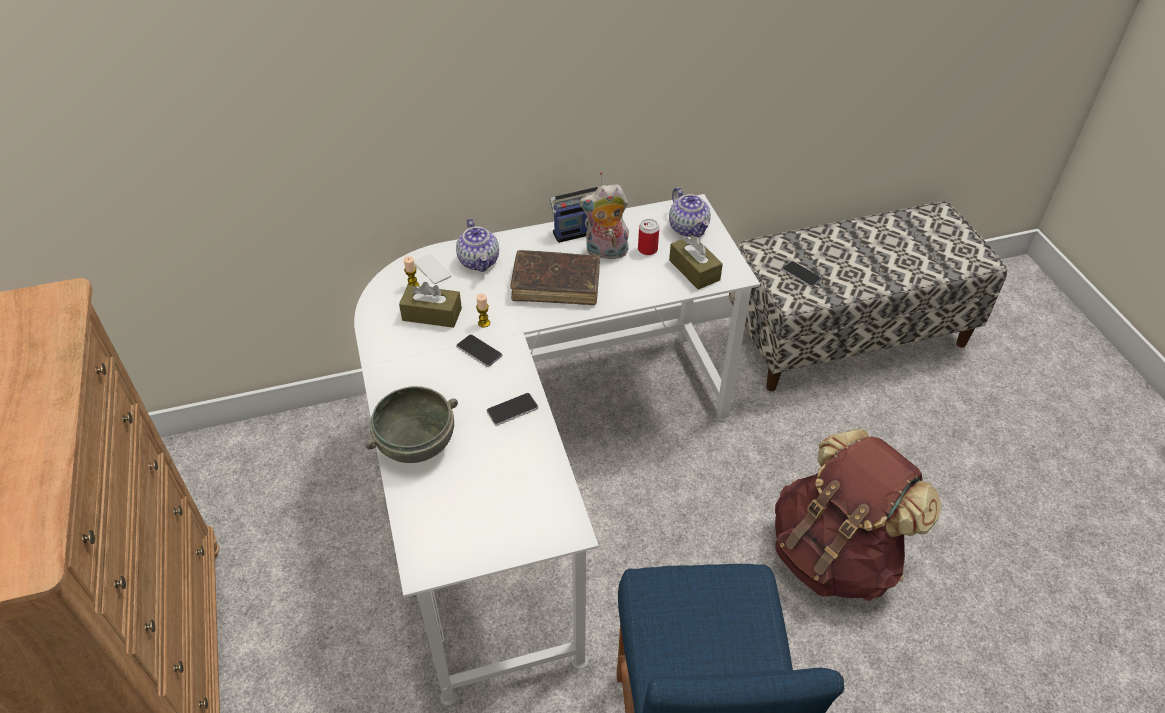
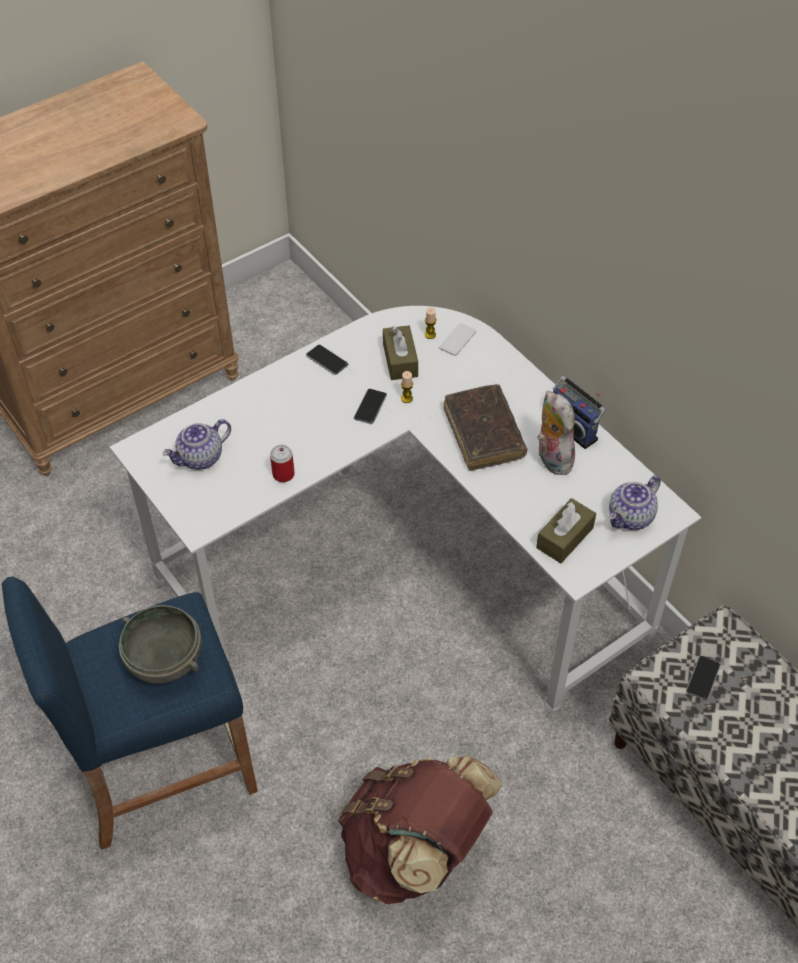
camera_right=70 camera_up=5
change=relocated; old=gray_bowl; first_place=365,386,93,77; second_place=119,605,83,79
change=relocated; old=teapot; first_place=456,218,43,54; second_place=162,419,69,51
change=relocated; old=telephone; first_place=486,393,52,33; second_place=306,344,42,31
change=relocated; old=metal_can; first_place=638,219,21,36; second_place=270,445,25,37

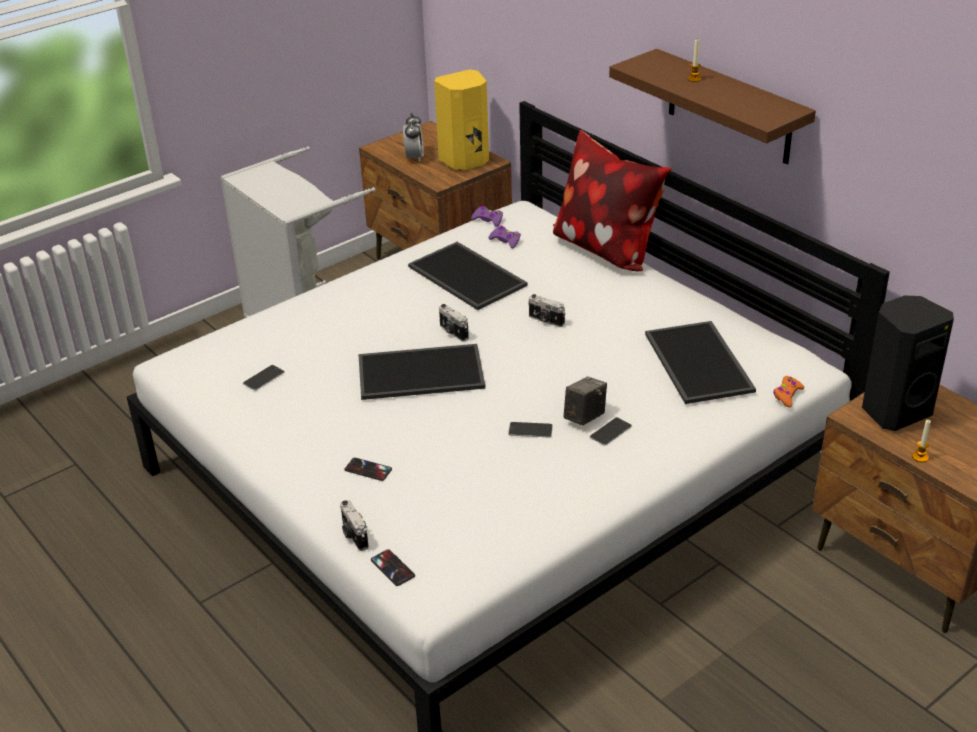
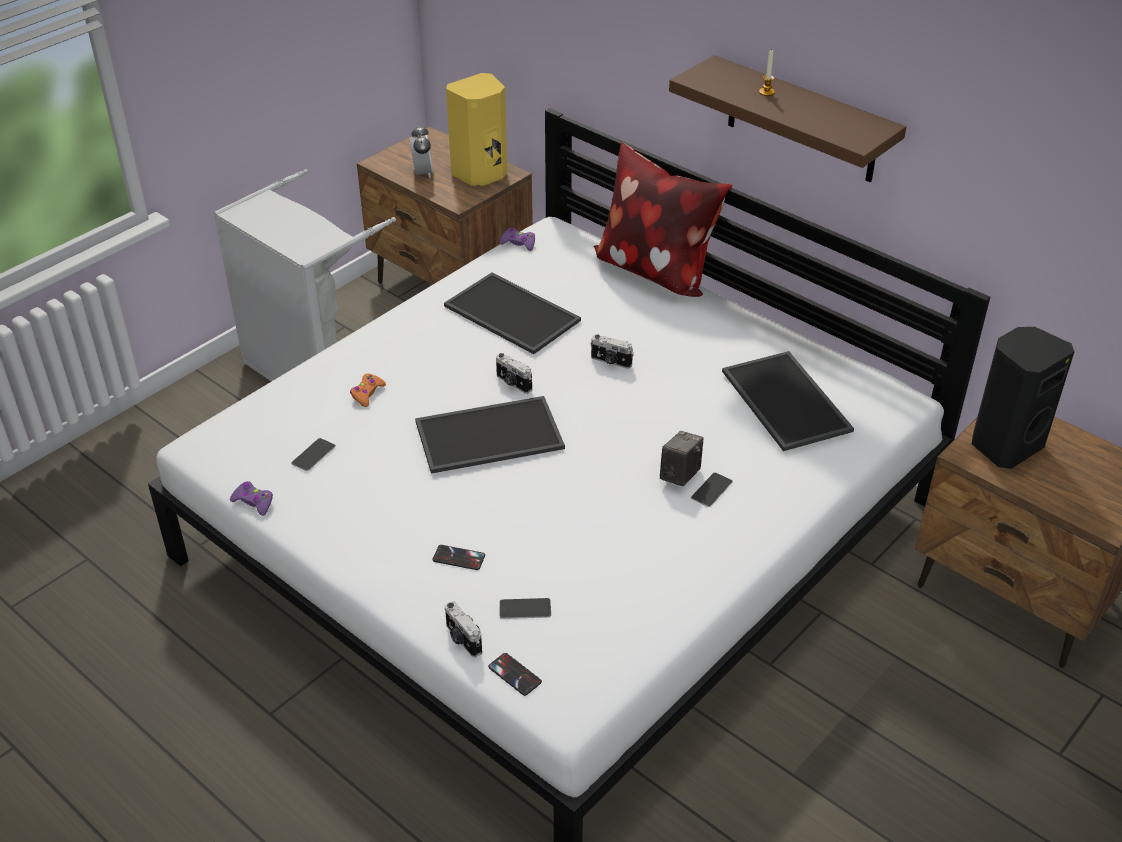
camera_right=-10 camera_up=5
change=relocated; old=purple-coloured_joypad; first_place=488,226,33,22; second_place=230,481,43,35
change=relocated; old=telephone; first_place=508,422,45,15; second_place=499,598,52,21
change=relocated; old=orange_joypad; first_place=773,376,32,31; second_place=350,373,36,34
change=missing; old=candle; first_place=912,420,19,42

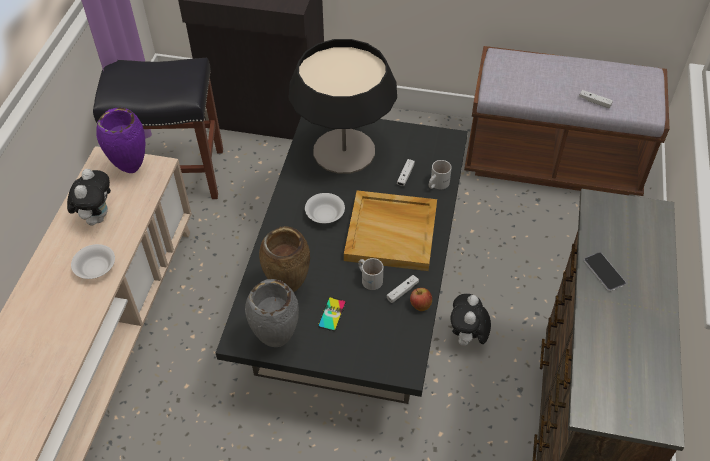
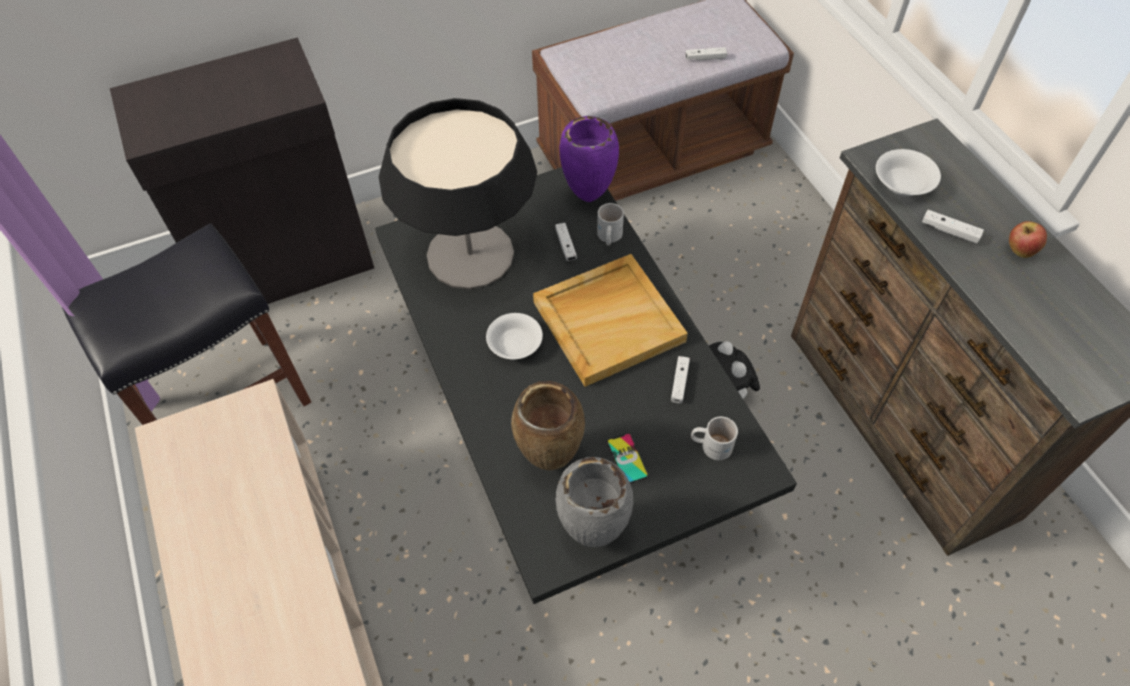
camera_right=-35 camera_up=5
change=missing; old=plush_toy; first_place=67,169,44,57
change=relocated; old=whitish_bowl; first_place=71,244,44,35; second_place=876,149,65,47
change=relocated; old=purple-coloured_vase; first_place=96,108,49,65; second_place=559,116,60,86
change=relocated; old=whitish_tea_mug; first_place=358,258,25,32; second_place=691,417,47,43
change=relocated; old=apple_fruit; first_place=410,288,22,23; second_place=1009,221,38,37
change=exchanged; old=telephone; new=whitish_joypad; first_place=584,252,42,39; second_place=922,210,62,34

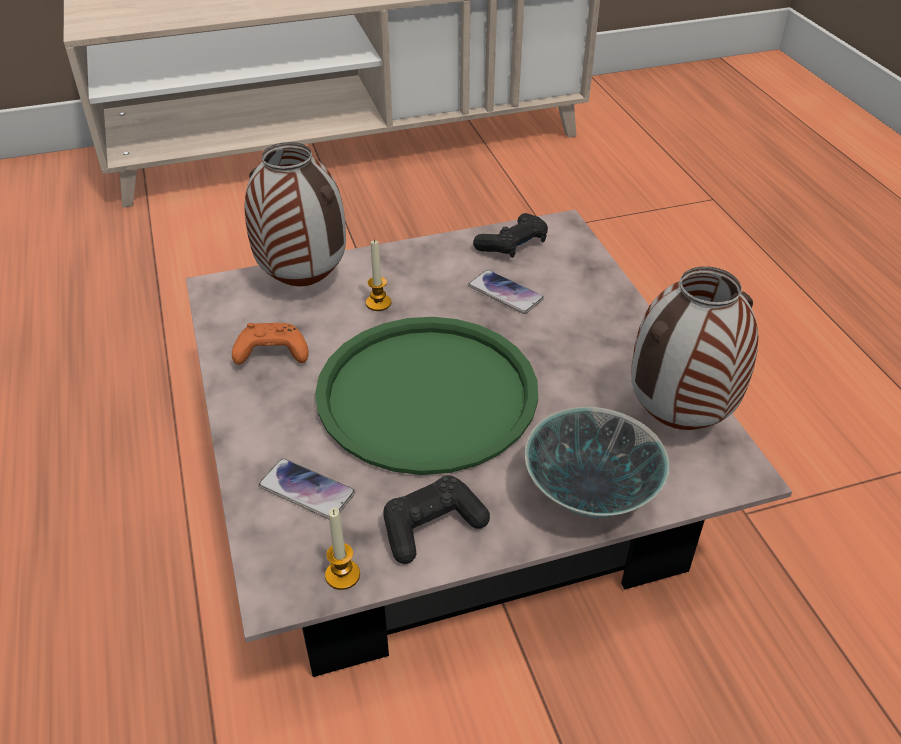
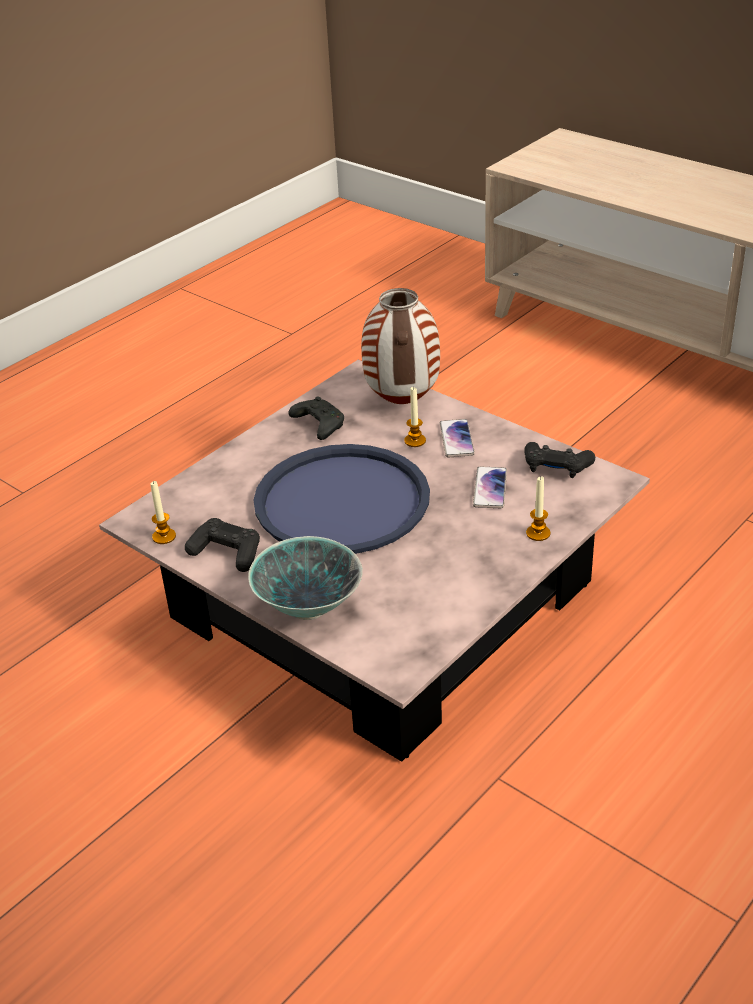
camera_right=60 camera_up=-5
change=colour; old=orange_joypad; new=blackish_joypad; first_place=232,323,77,42; second_place=288,397,56,43
change=relocated; old=telephone; first_place=258,458,97,62; second_place=440,419,35,38
change=colour; old=greenish_carrying_tray; new=blue-coloured_carrying_tray; first_place=315,317,223,158; second_place=254,444,176,110
change=missing; old=vase; first_place=631,266,127,164
change=appeared; new=candle; second_place=526,476,24,65

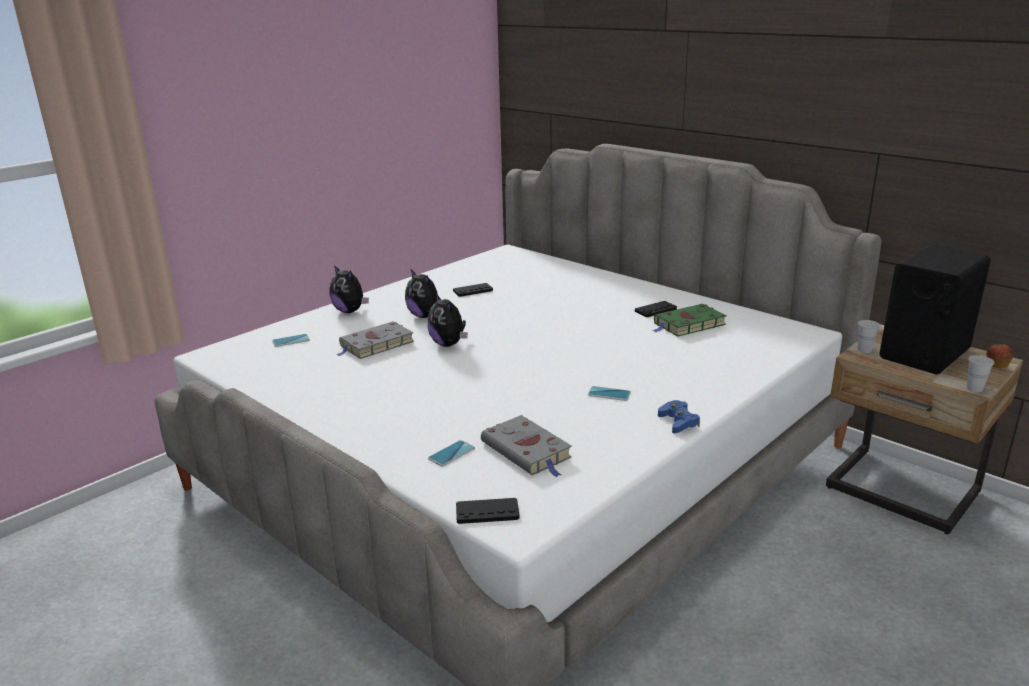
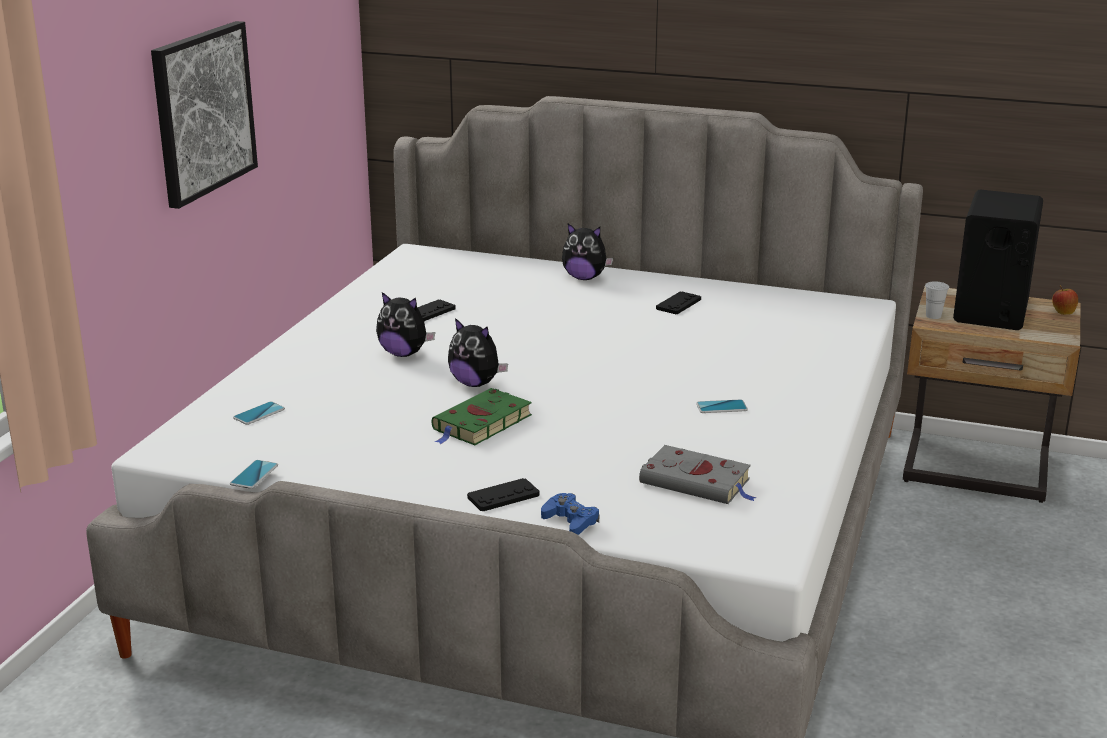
camera_right=-25 camera_up=0
change=relocated; old=plush_toy; first_place=329,265,40,48; second_place=562,223,51,57
change=missing; old=gray_volume; first_place=336,321,78,38
change=relocated; old=telephone; first_place=428,440,47,26; second_place=230,460,48,29
change=relocated; old=blackish_joypad; first_place=456,498,64,26; second_place=467,478,73,33
change=relocated; old=greenish_volume; first_place=652,304,75,33; second_place=431,388,101,57
change=relocated; old=blue-coloured_joypad; first_place=658,400,42,33; second_place=541,493,58,42
change=missing; old=whitish_drinking_cup; first_place=967,355,27,37
change=appeared; new=wall_art; second_place=151,21,107,188

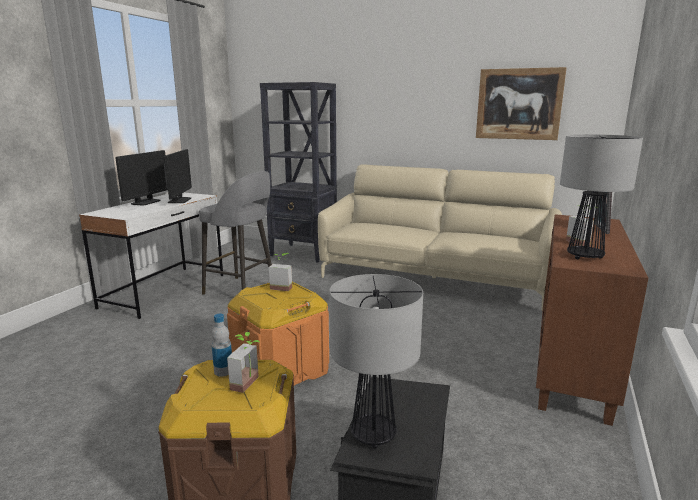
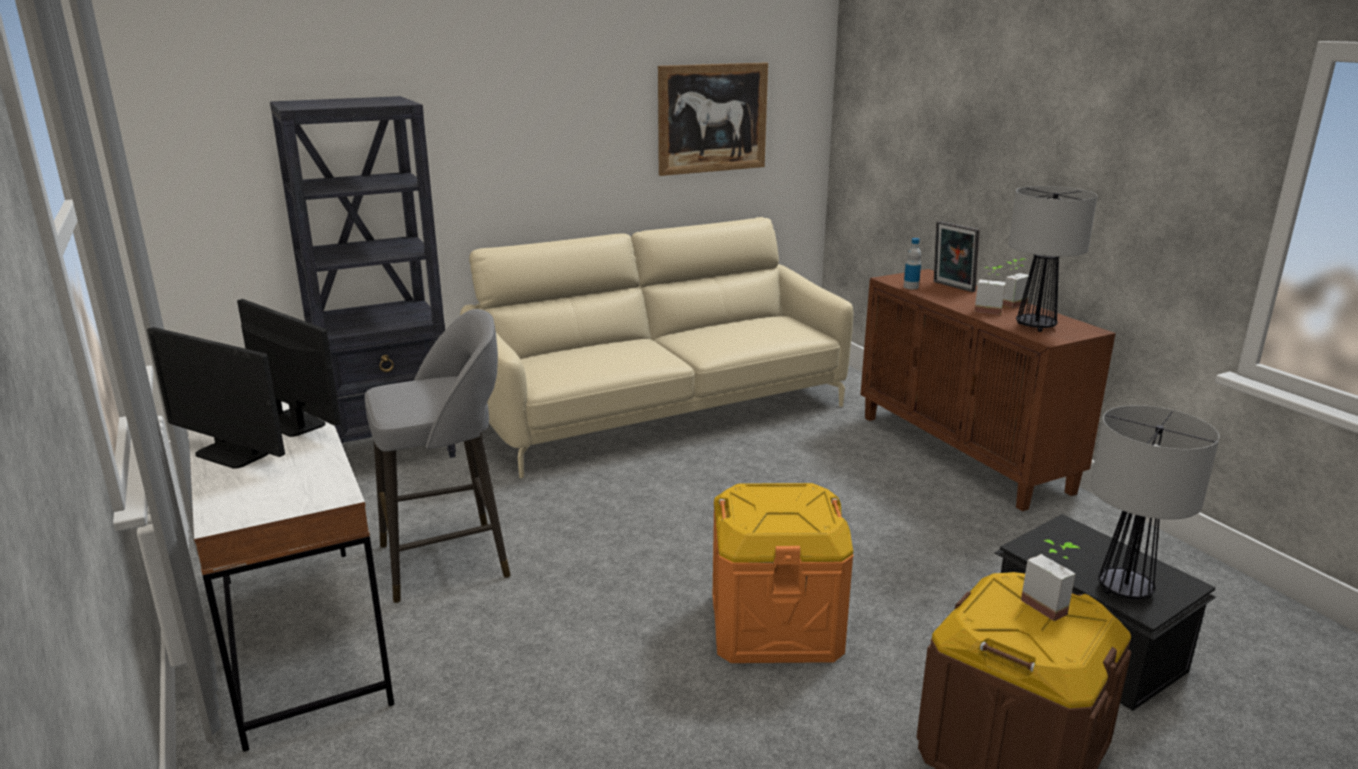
camera_right=-50 camera_up=5
change=spun; old=monitor; first_place=115,150,53,55; second_place=147,327,138,142; degrees=150
change=relocated; old=drink_bottle; first_place=212,314,20,62; second_place=903,238,18,51
change=relocated; old=houseplant; first_place=269,253,23,38; second_place=1003,258,27,50

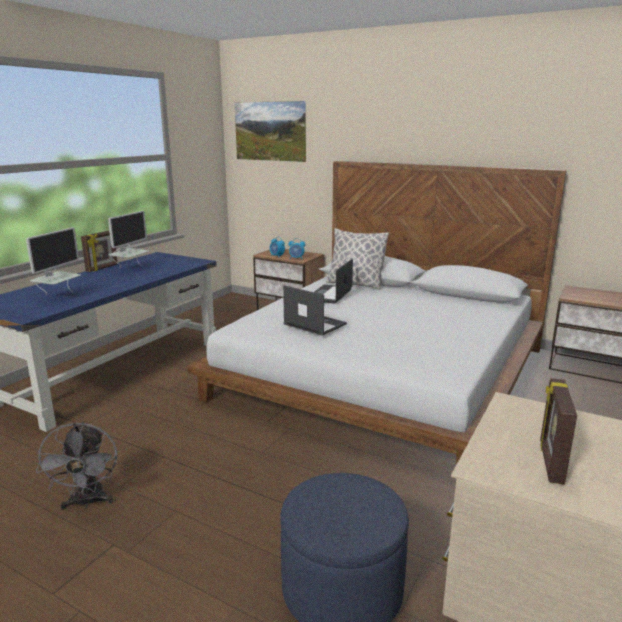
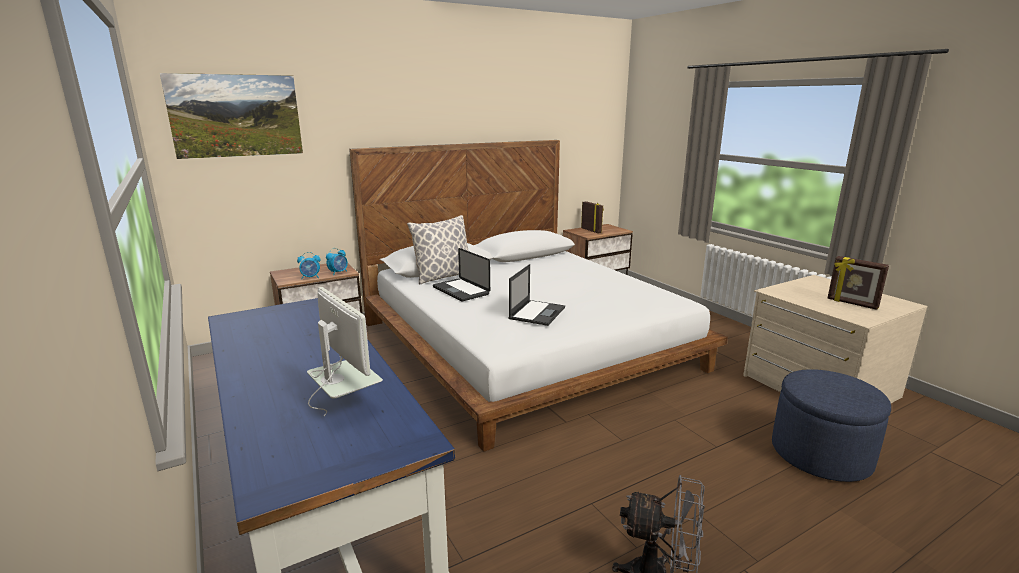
camera_right=-60 camera_up=0
change=relocated; old=picture_frame; first_place=81,231,37,41; second_place=581,201,23,32
change=missing; old=monitor; first_place=108,211,41,56
change=spun; old=notebook_computer; first_place=283,285,64,51; second_place=509,264,56,62; degrees=135

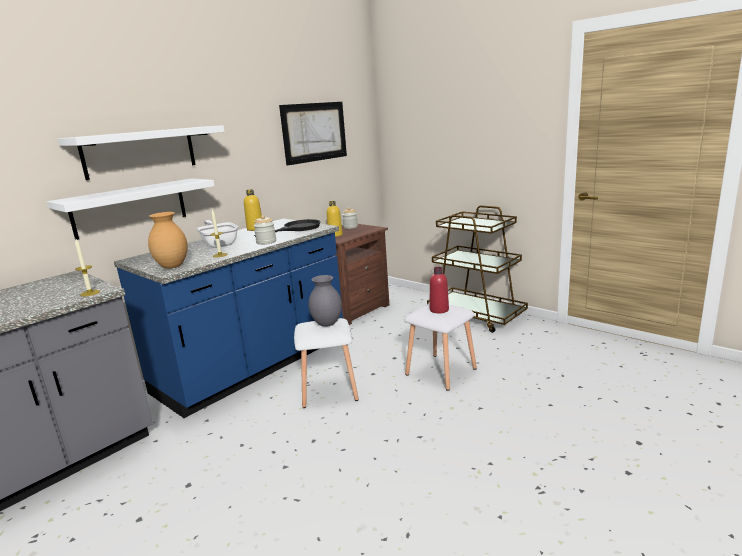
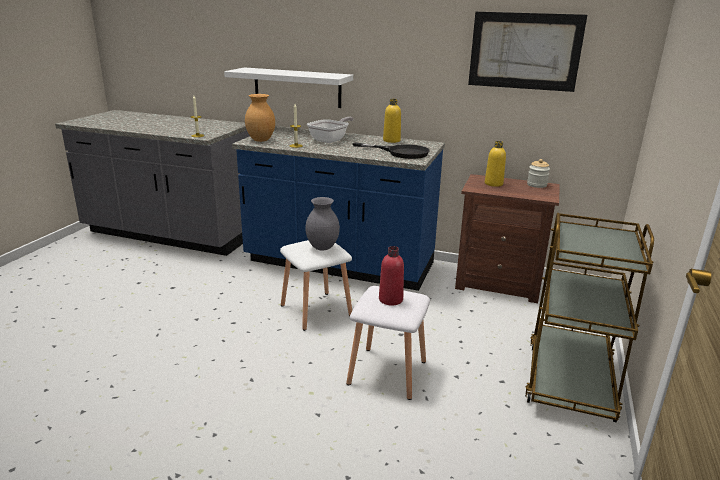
camera_right=65 camera_up=5
change=missing; old=whitish_bracket_shelf; first_place=58,125,167,55
change=missing; old=preserve_jar; first_place=254,215,22,30

